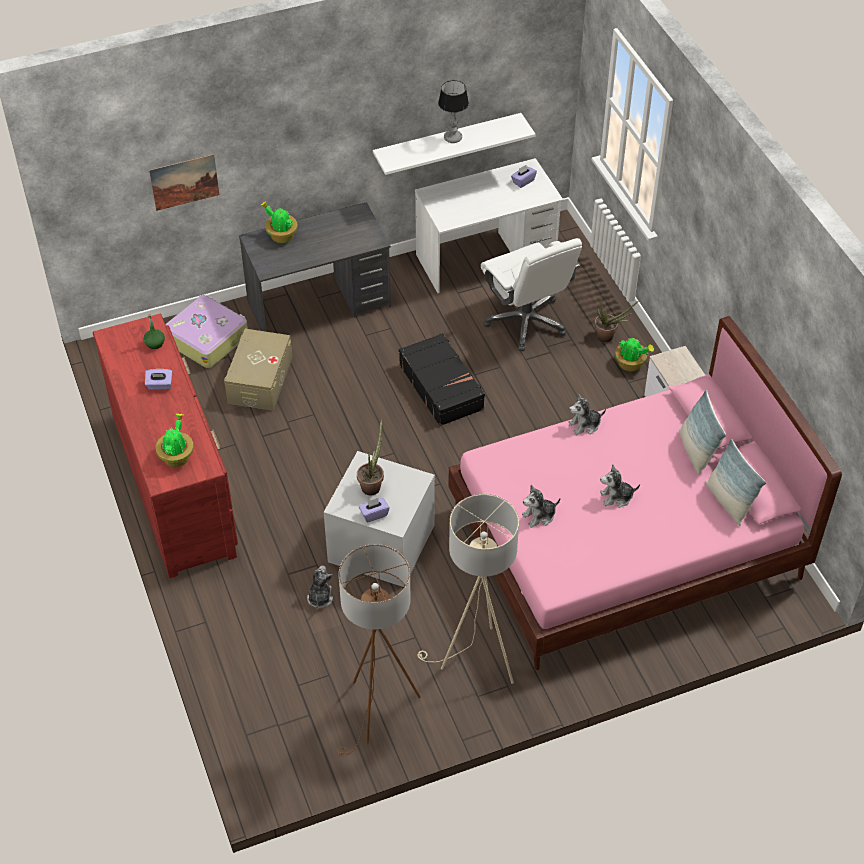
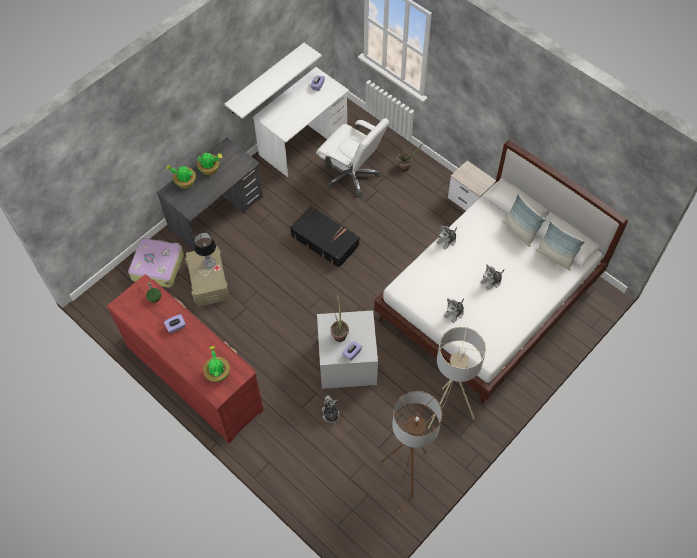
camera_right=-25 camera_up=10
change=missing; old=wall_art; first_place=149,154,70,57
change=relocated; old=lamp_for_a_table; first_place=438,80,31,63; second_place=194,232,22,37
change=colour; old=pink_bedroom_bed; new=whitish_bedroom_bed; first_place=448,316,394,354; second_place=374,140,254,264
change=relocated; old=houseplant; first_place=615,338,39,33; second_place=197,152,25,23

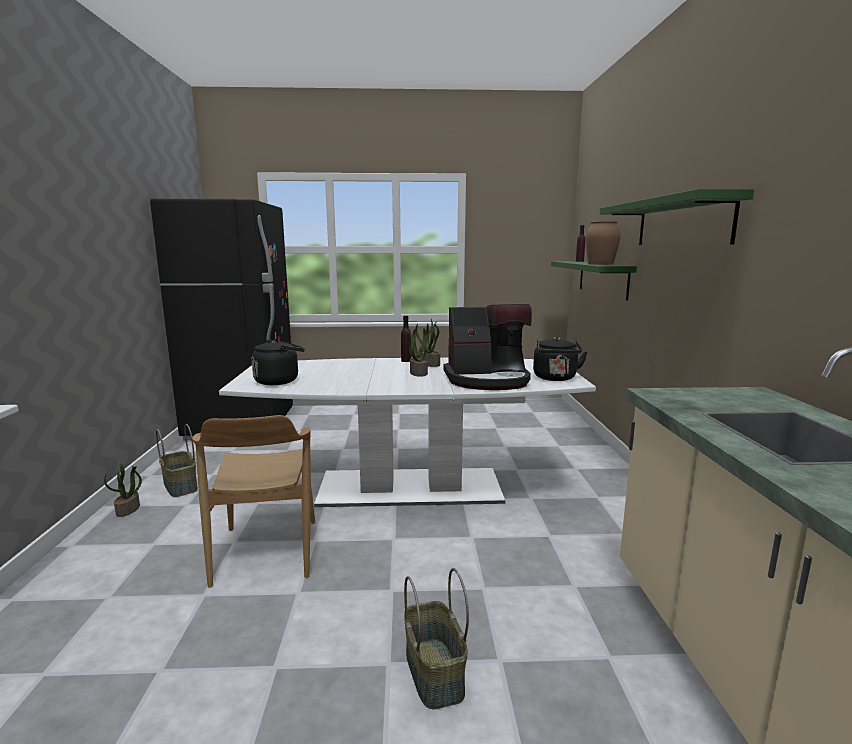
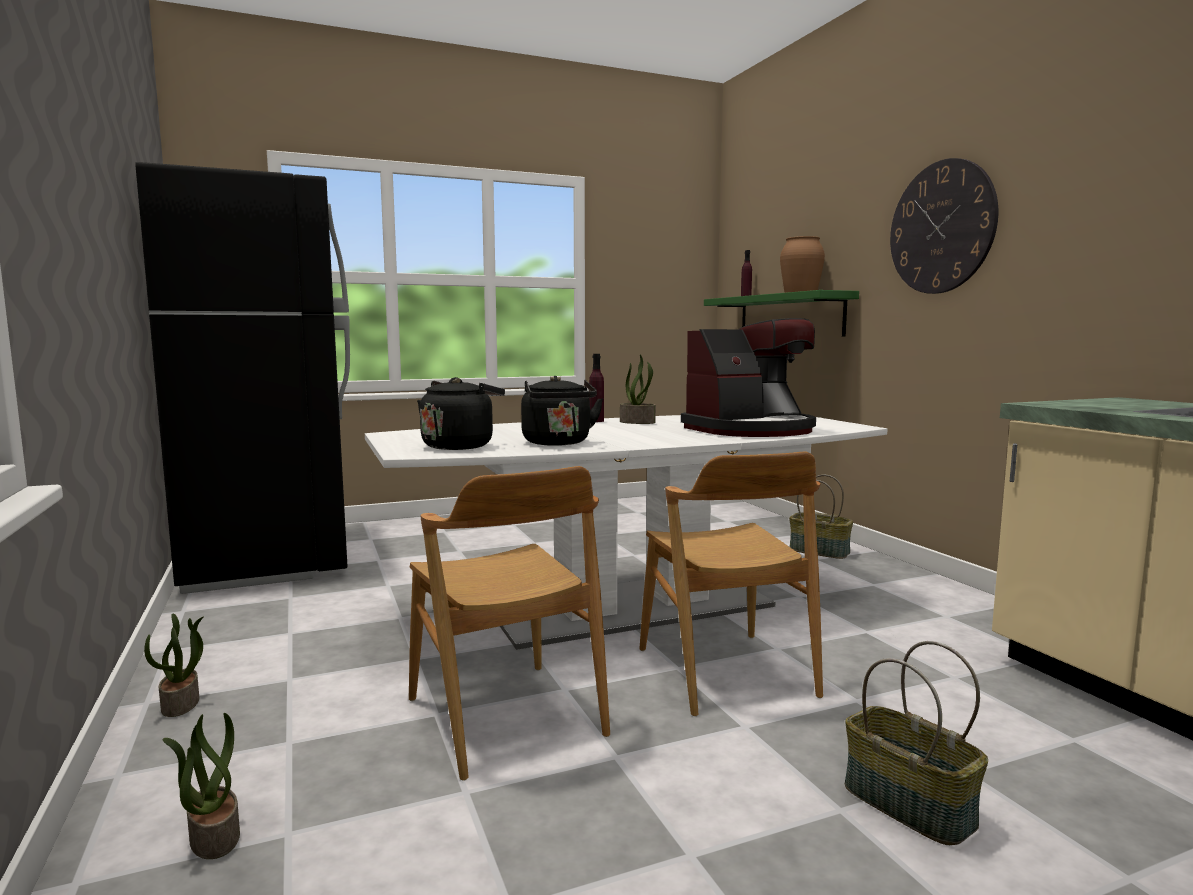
camera_right=-20 camera_up=-5
change=relocated; old=basket; first_place=156,424,42,73; second_place=789,475,64,84
change=relocated; old=houseplant; first_place=405,324,23,53; second_place=163,713,77,146
change=relocated; old=blackish_tea_kettle; first_place=533,337,54,44; second_place=521,376,82,70
change=exchanged; old=greenish_bracket_shelf; new=clock_on_the_wall; first_place=600,189,154,56; second_place=890,158,108,136
change=appeared; new=brown-coloured_chair; second_place=639,452,184,264

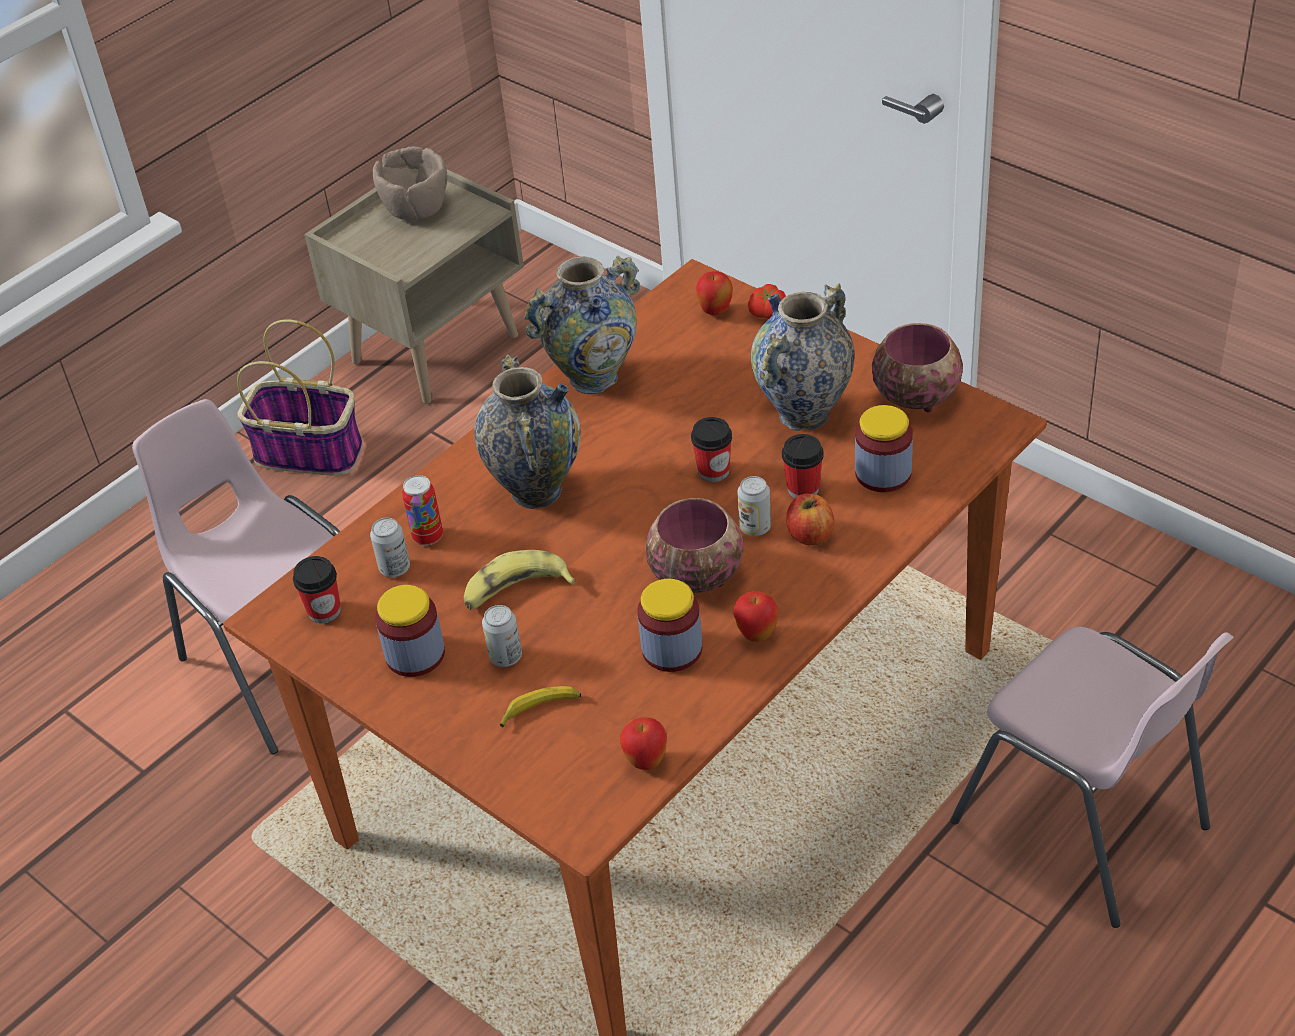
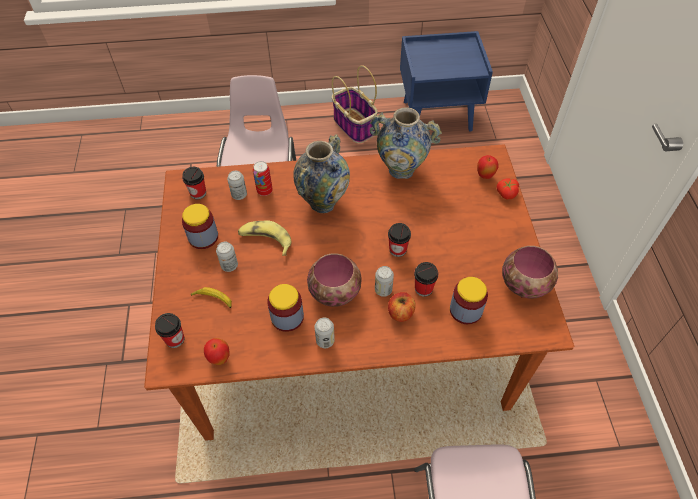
camera_right=40 camera_up=10
change=colour; old=beige_night_table; new=blue-coloured_night_table; first_place=304,169,220,235; second_place=400,31,93,101
change=missing; old=brown-coloured_bowl; first_place=373,146,74,74
change=exchanged; old=apple_fruit; new=metal_can; first_place=733,591,46,51; second_place=315,318,20,30
change=missing; old=vase; first_place=751,284,104,147
change=appeared; new=drinking_cup; second_place=155,313,29,35

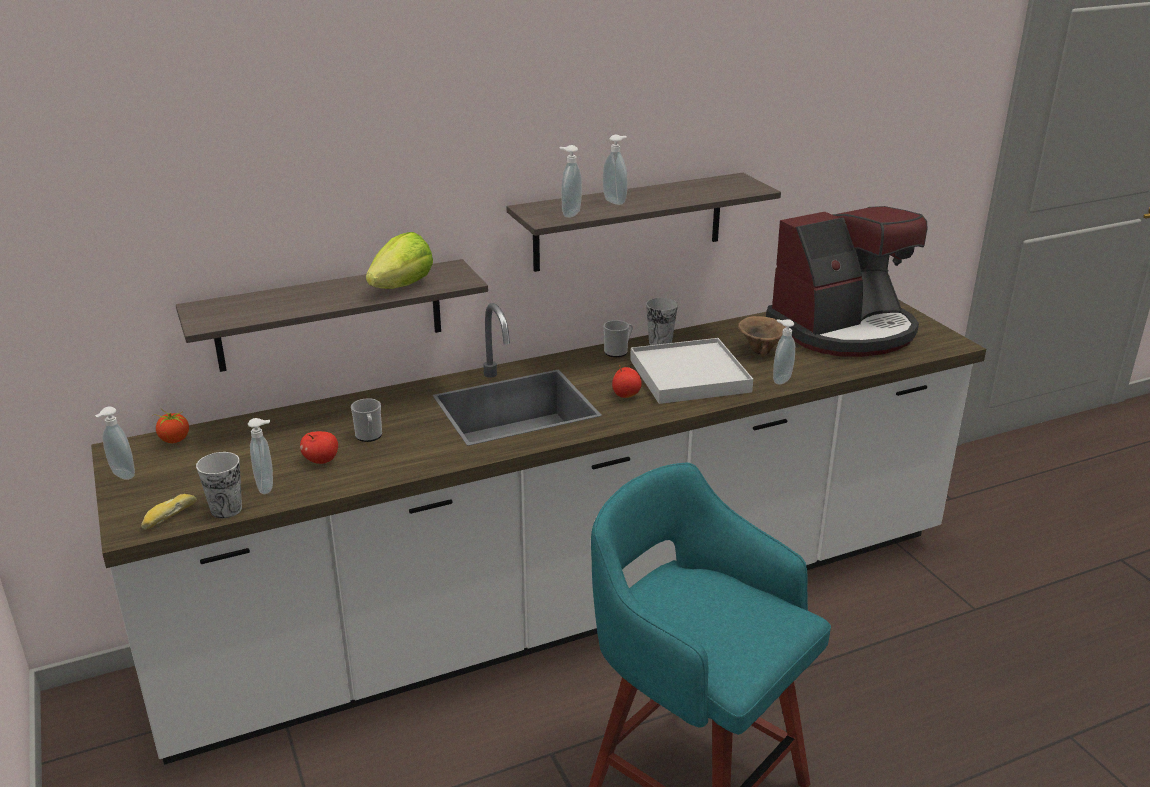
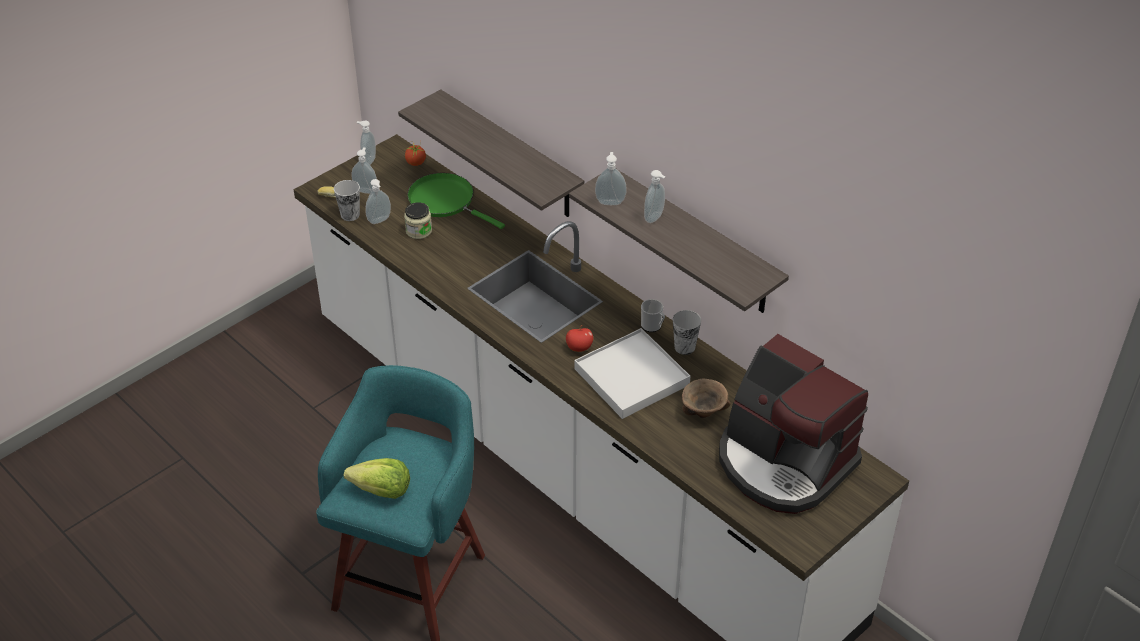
camera_right=70 camera_up=15
change=exchanged; old=apple_fruit; new=preserve_jar; first_place=300,431,38,33; second_place=404,202,28,37
change=missing; old=tea_mug; first_place=351,398,31,44
change=relocated; old=head_of_lettuce; first_place=366,232,67,57; second_place=343,458,67,41
change=relocated; old=soap_dispenser; first_place=773,319,22,66; second_place=352,147,25,47
change=appeared; new=greenish_skillet; second_place=408,173,97,56

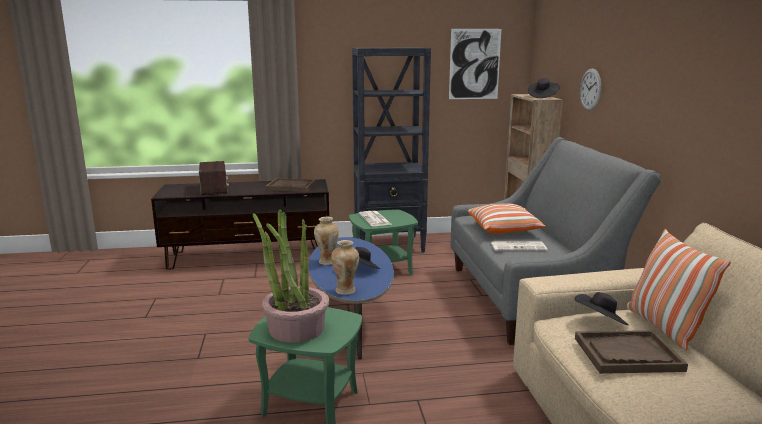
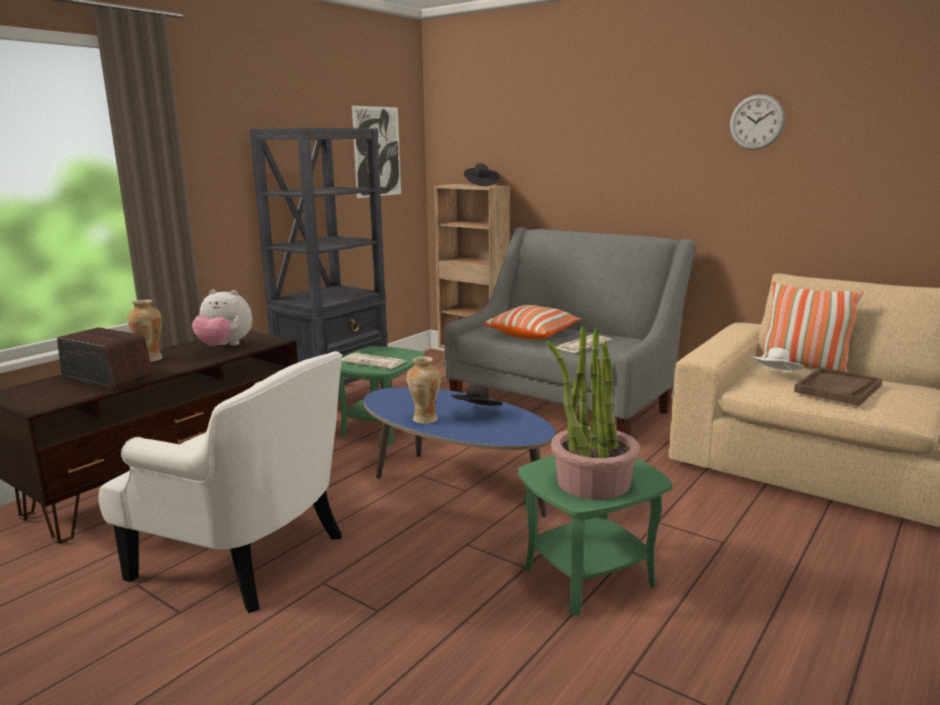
camera_right=-45 camera_up=0
change=exchanged; old=brown-coloured_carrying_tray; new=plush_toy; first_place=265,178,51,14; second_place=192,289,60,57
change=relocated; old=vase; first_place=331,240,28,55; second_place=127,300,36,62
change=colour; old=blackish_hat; new=whitish_hat; first_place=575,292,54,33; second_place=750,348,54,23
change=relocated; old=clock_on_the_wall; first_place=580,69,21,41; second_place=730,94,55,56
change=appeared; new=whitish_lounge_chair; second_place=99,351,243,262

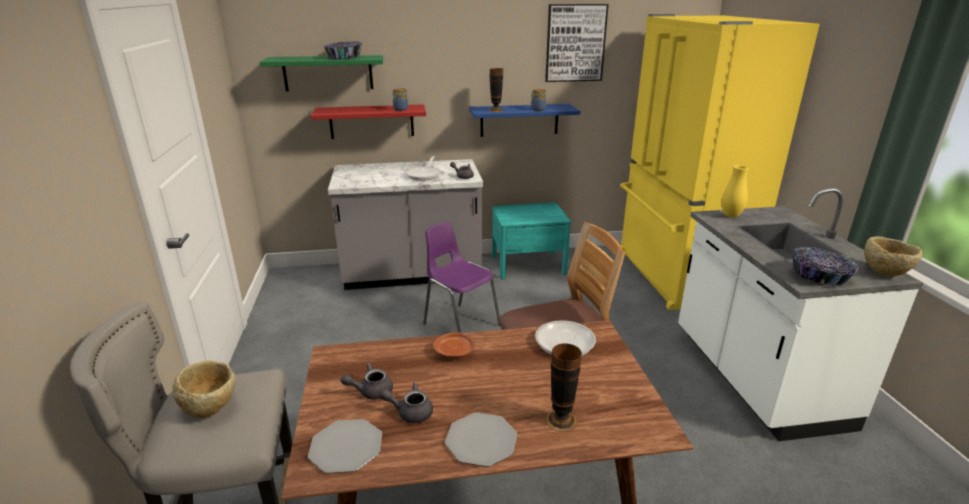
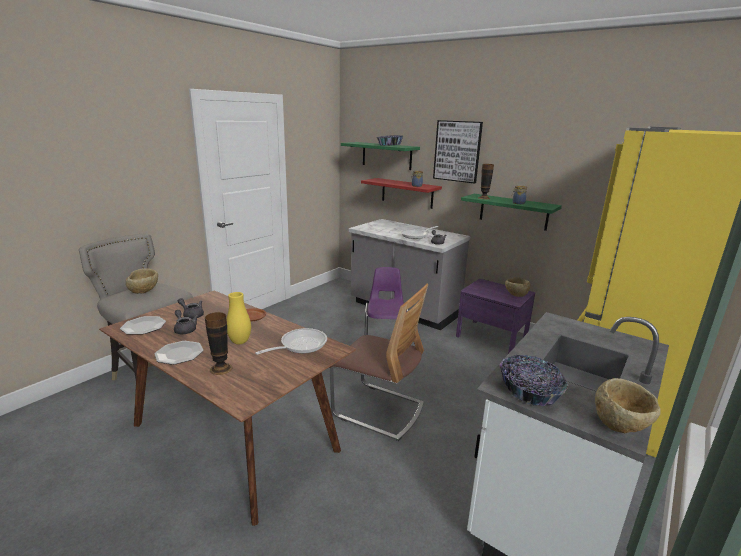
camera_right=45 camera_up=-5
change=colour; old=blue-coloured_bracket_shelf; new=greenish_bracket_shelf; first_place=469,104,111,33; second_place=461,194,101,37
change=colour; old=turquoise_night_table; new=purple-coloured_night_table; first_place=492,202,79,77; second_place=456,279,79,75
change=relocated; old=wall_art; first_place=545,4,64,78; second_place=433,120,50,63
change=relocated; old=yellow_vase; first_place=721,165,28,52; second_place=226,292,25,52
change=appeared; new=beige_bowl; second_place=505,277,25,20

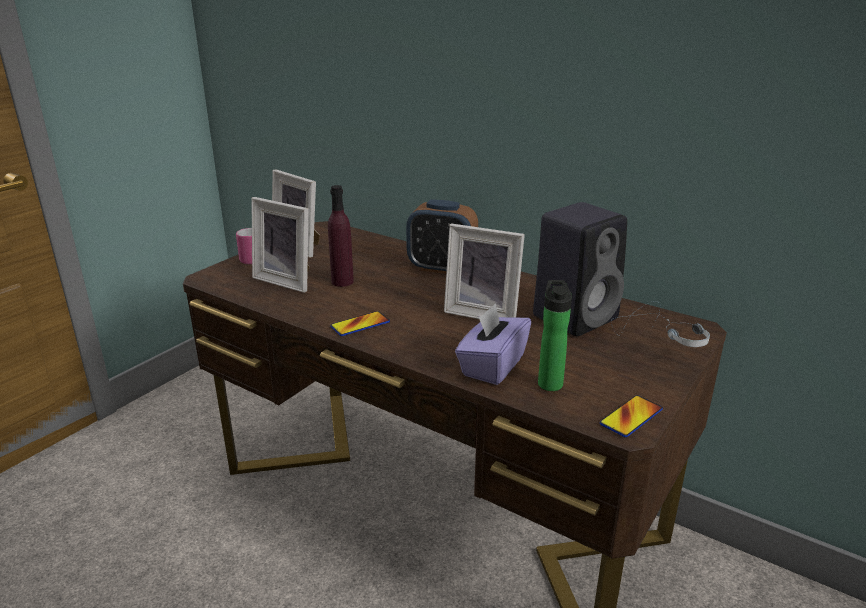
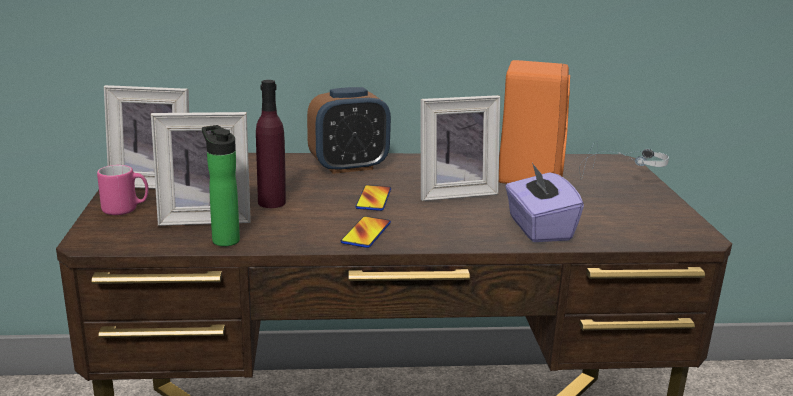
camera_right=-40 camera_up=-5
change=colour; old=blackish_audio_speaker; new=orange_audio_speaker; first_place=533,202,94,134; second_place=499,60,71,124
change=relocated; old=drink_bottle; first_place=538,280,34,111; second_place=202,125,38,121
change=relocated; old=telephone; first_place=600,395,63,42; second_place=355,185,36,26

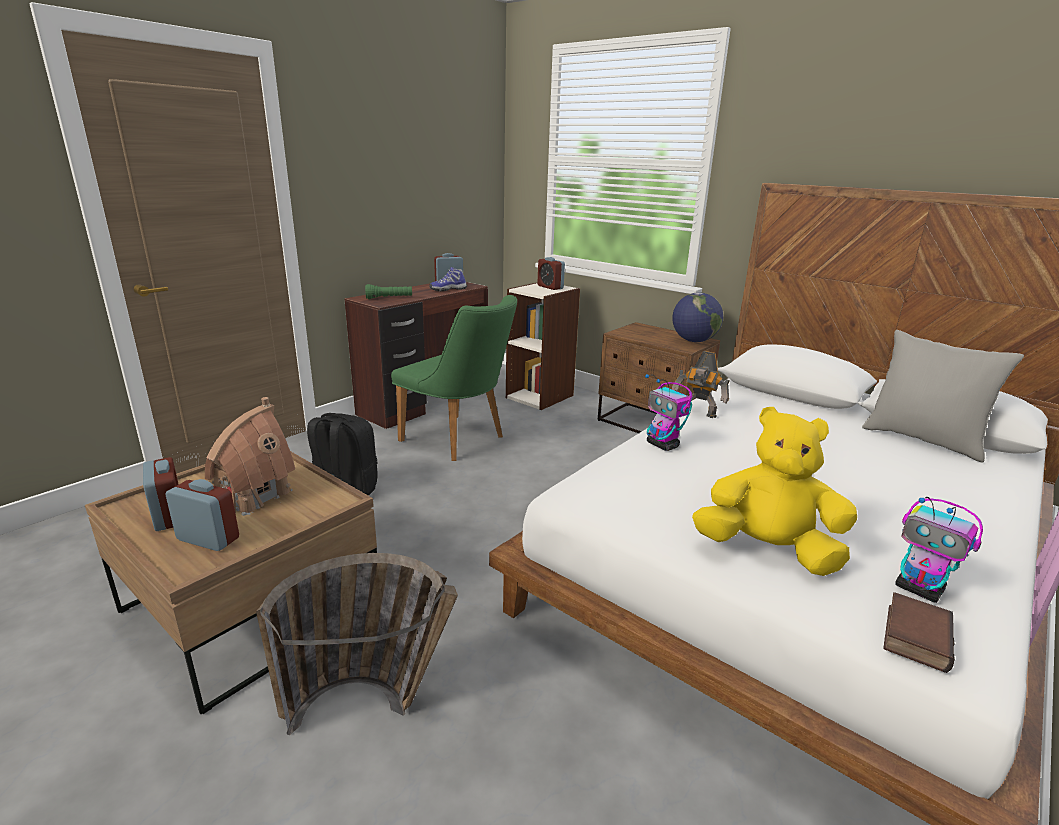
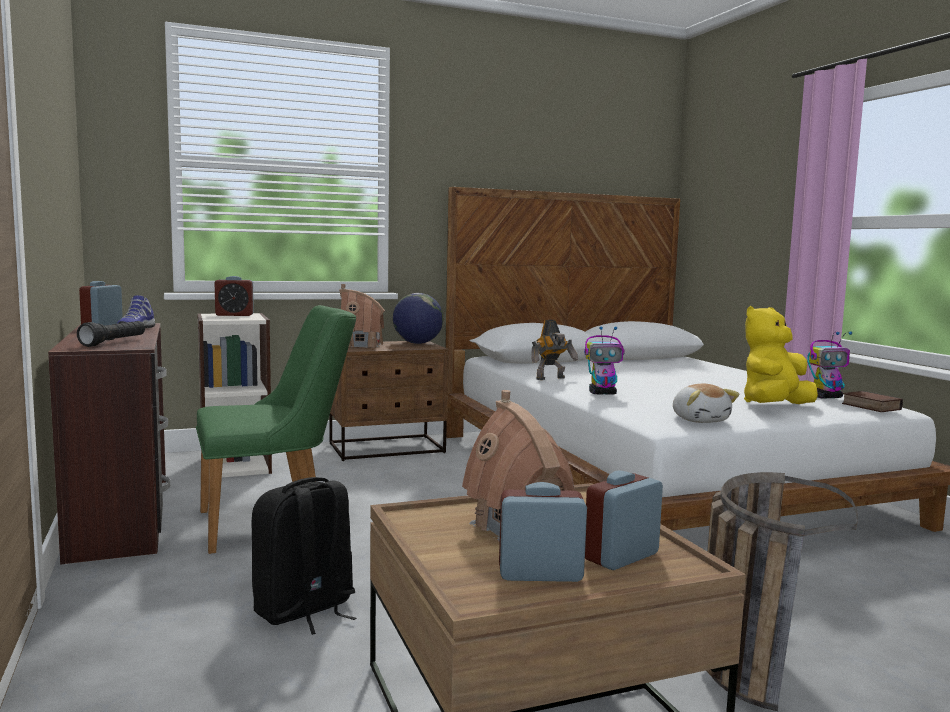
camera_right=-60 camera_up=-15
change=colour; old=greenish_torch; new=blackish_torch; first_place=365,284,47,15; second_place=77,321,68,26
change=missing; old=gray_cushion; first_place=862,330,162,132
change=appeared; new=model_house; second_place=339,284,46,64
change=appeared; new=plush_toy; second_place=673,384,66,39

